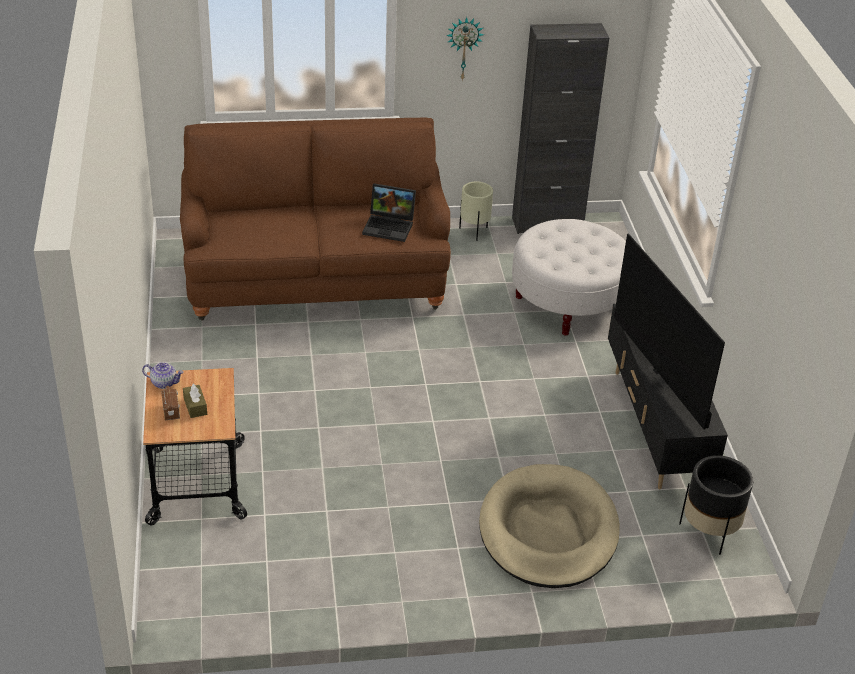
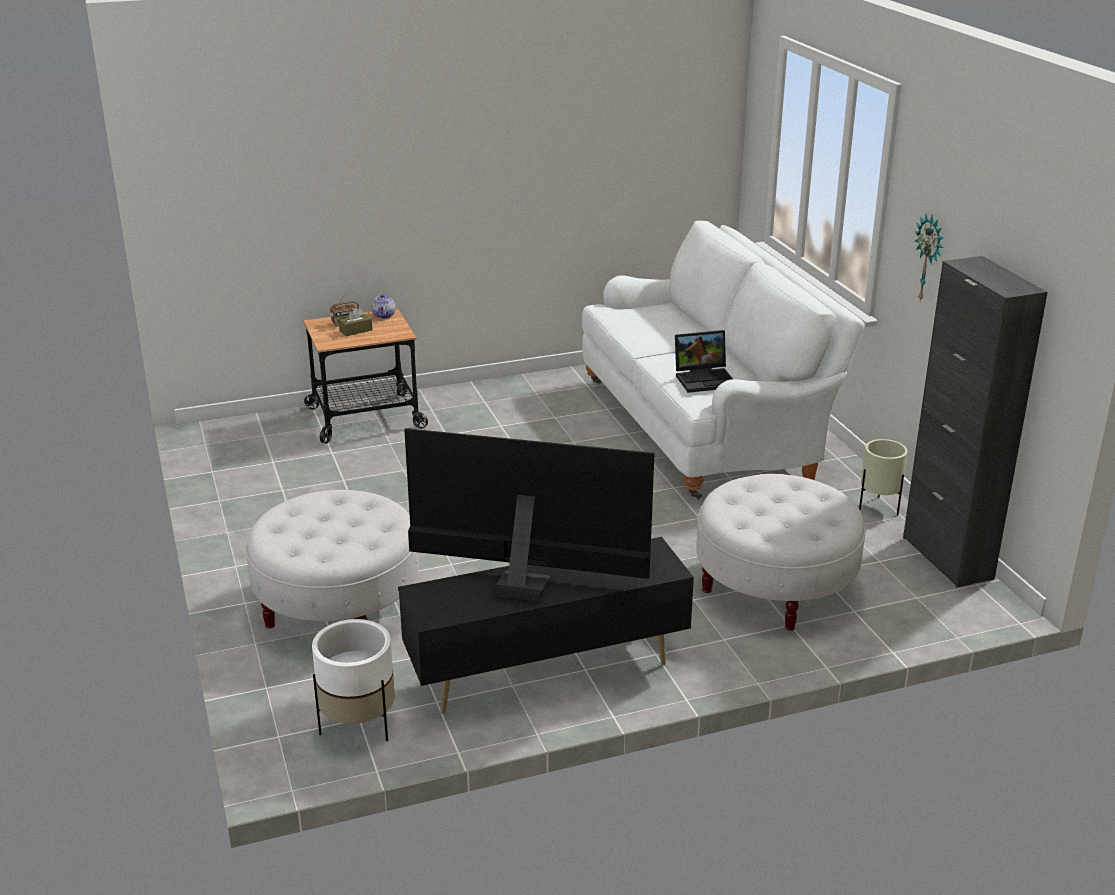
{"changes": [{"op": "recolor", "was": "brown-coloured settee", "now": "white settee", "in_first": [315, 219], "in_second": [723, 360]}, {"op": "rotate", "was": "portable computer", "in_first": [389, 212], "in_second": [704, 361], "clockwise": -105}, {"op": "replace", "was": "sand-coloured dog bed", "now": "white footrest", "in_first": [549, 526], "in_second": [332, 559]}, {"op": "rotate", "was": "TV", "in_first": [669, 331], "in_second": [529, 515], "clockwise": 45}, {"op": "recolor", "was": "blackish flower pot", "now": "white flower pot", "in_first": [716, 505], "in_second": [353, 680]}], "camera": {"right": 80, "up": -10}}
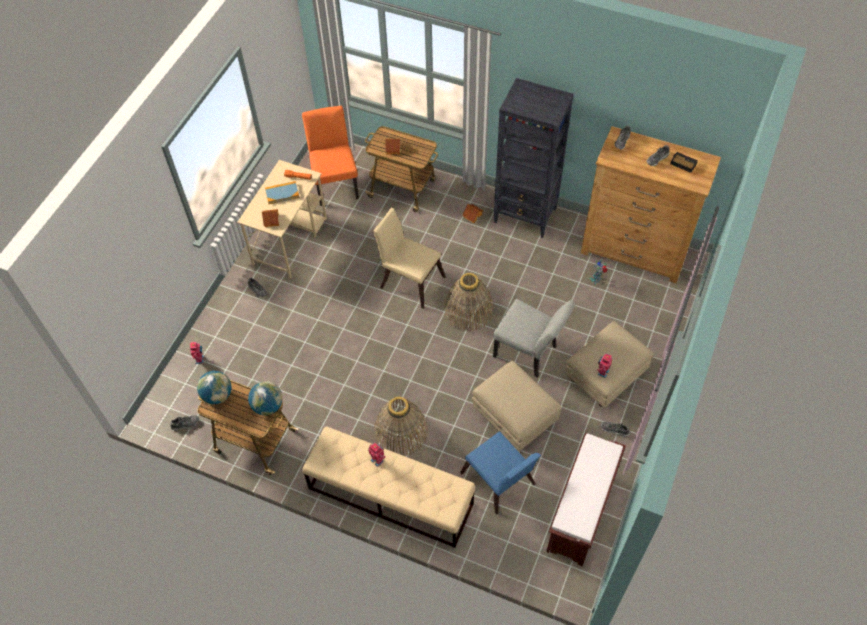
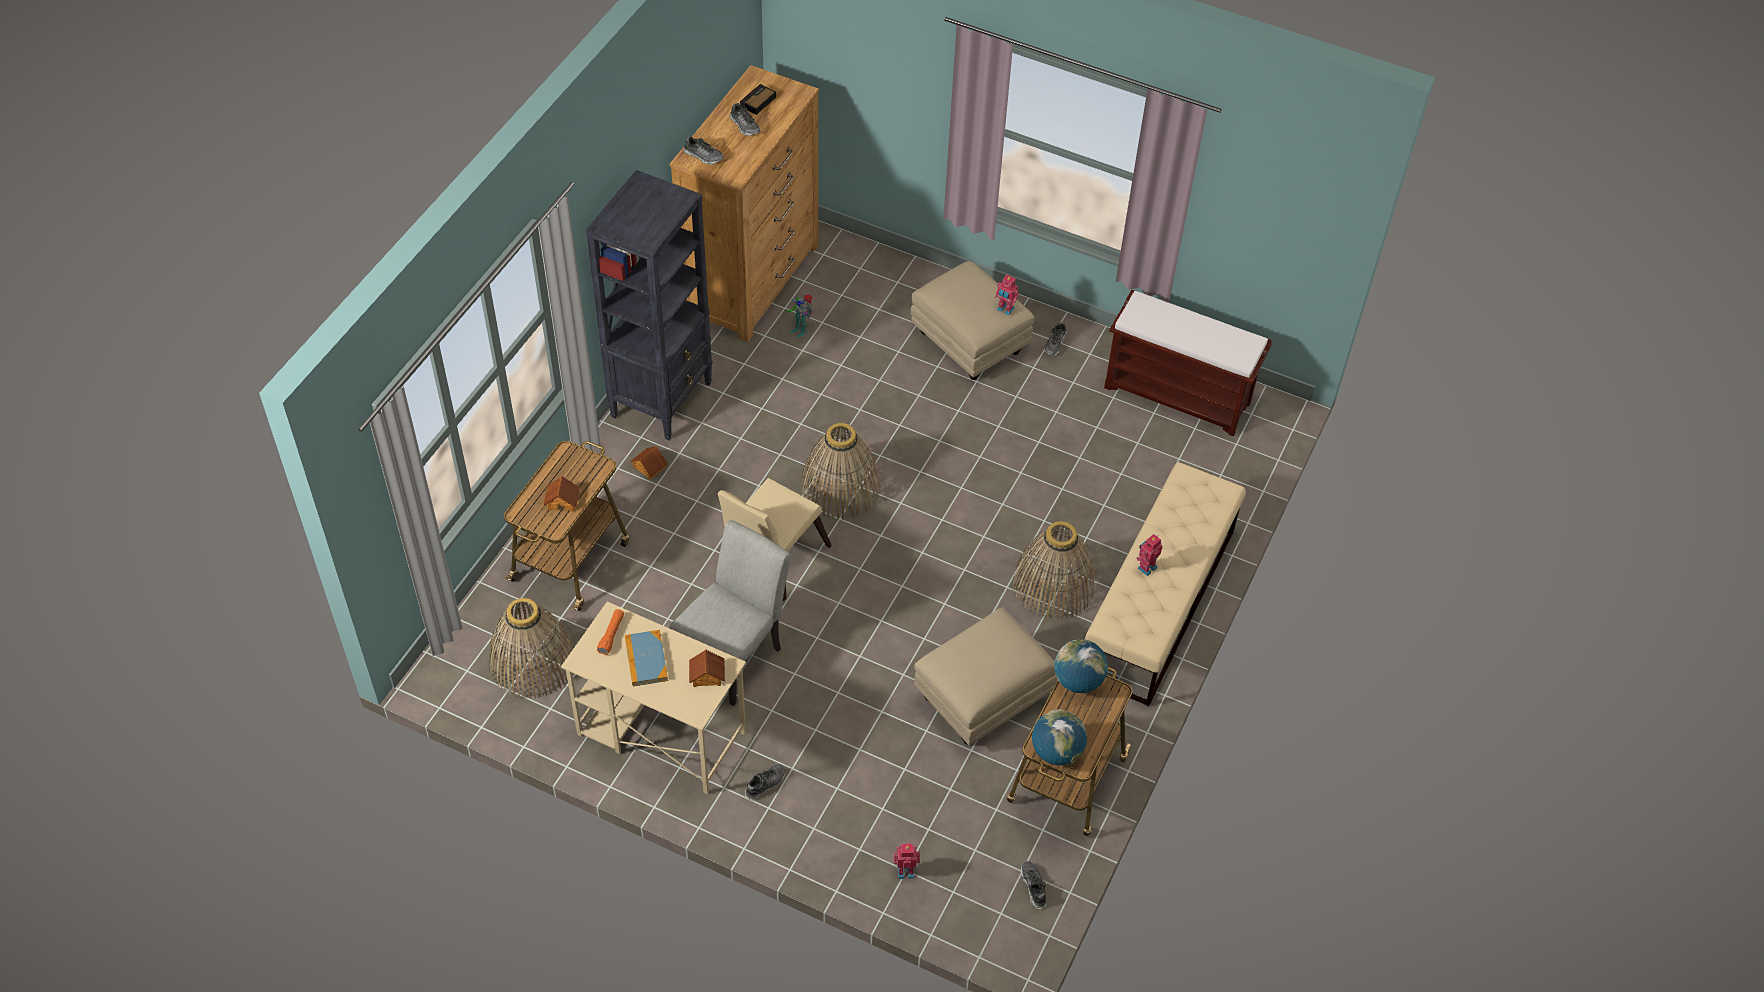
{"changes": [{"op": "replace", "was": "orange plain chair", "now": "storage basket", "in_first": [330, 156], "in_second": [531, 648]}, {"op": "delete", "was": "blue-coloured plain chair", "in_first": [500, 473]}, {"op": "move", "was": "sand-coloured footrest", "in_first": [517, 406], "in_second": [985, 677]}, {"op": "move", "was": "grey plain chair", "in_first": [534, 338], "in_second": [730, 613]}], "camera": {"right": -90, "up": -5}}
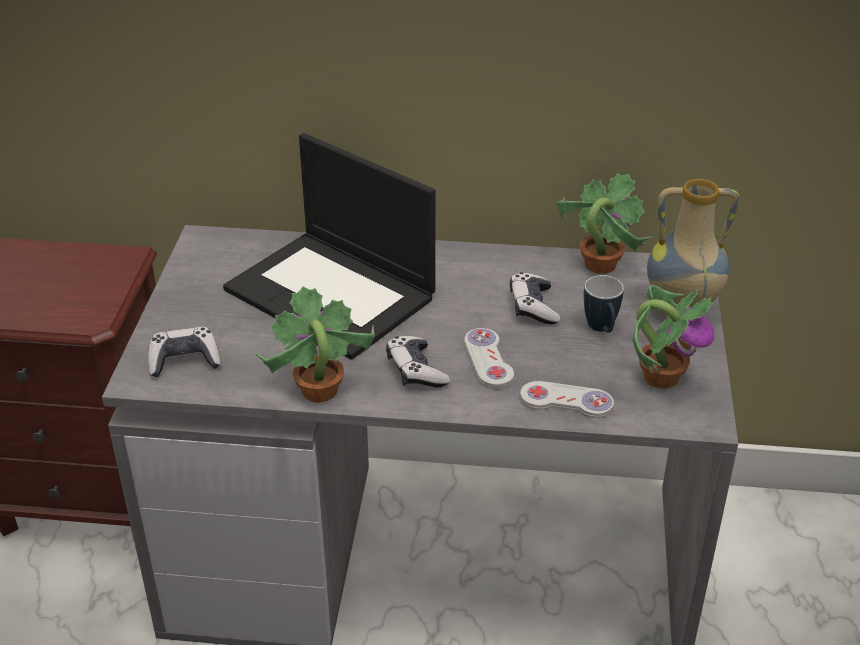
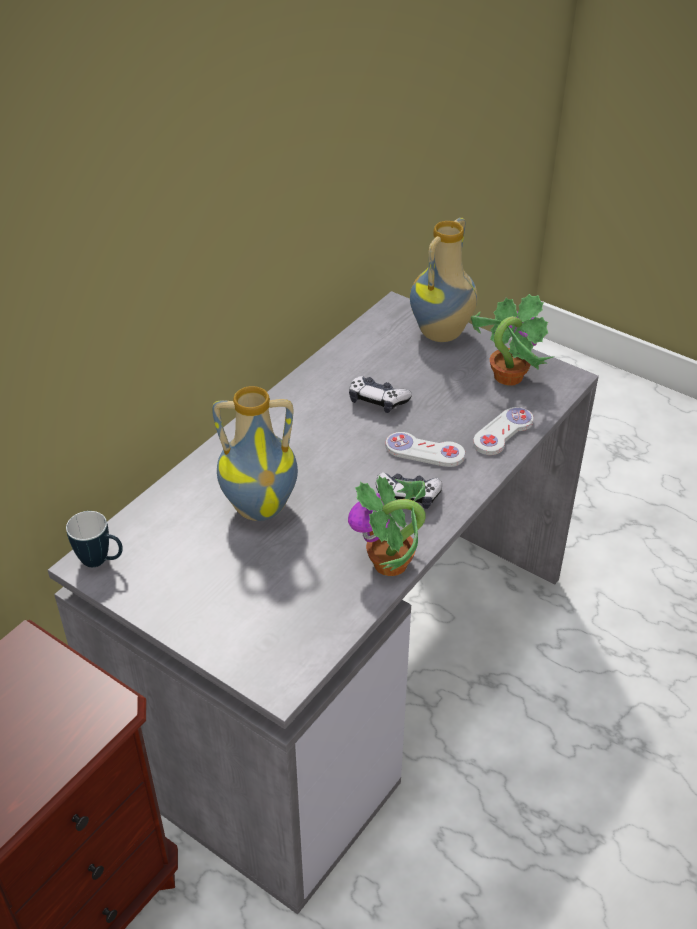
{"changes": [{"op": "delete", "was": "game controller", "in_first": [184, 351]}, {"op": "replace", "was": "portable computer", "now": "flower vase", "in_first": [329, 246], "in_second": [255, 453]}, {"op": "delete", "was": "plant in a pot", "in_first": [604, 224]}, {"op": "move", "was": "mug", "in_first": [604, 304], "in_second": [94, 539]}], "camera": {"right": -60, "up": 5}}
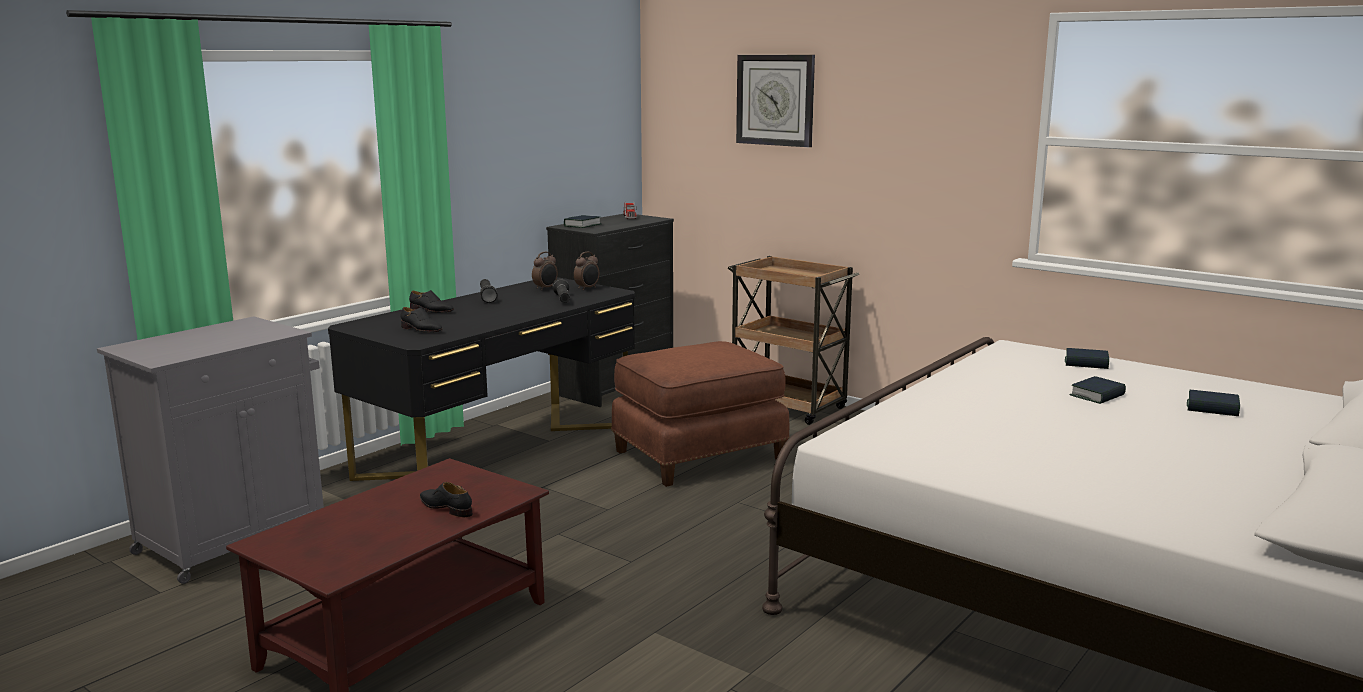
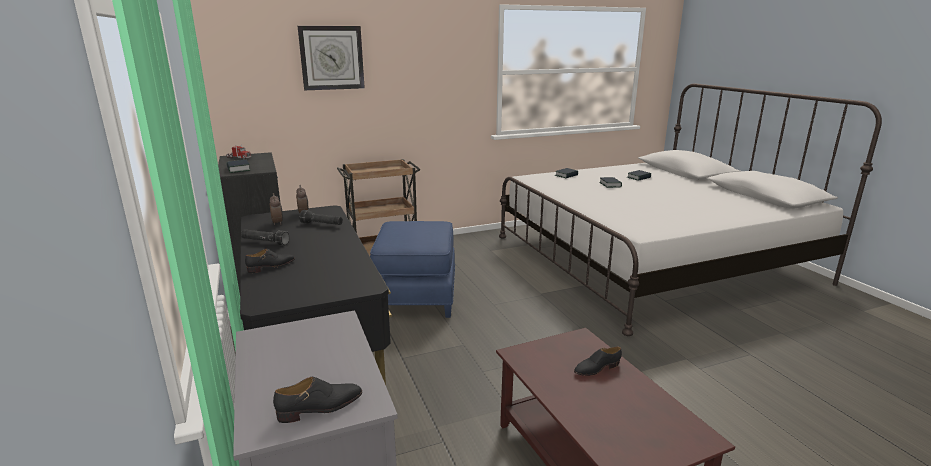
{"changes": [{"op": "move", "was": "blackish item of footwear", "in_first": [421, 319], "in_second": [317, 400]}, {"op": "recolor", "was": "brown-coloured footrest", "now": "blue-coloured footrest", "in_first": [700, 414], "in_second": [412, 269]}], "camera": {"right": -60, "up": 5}}
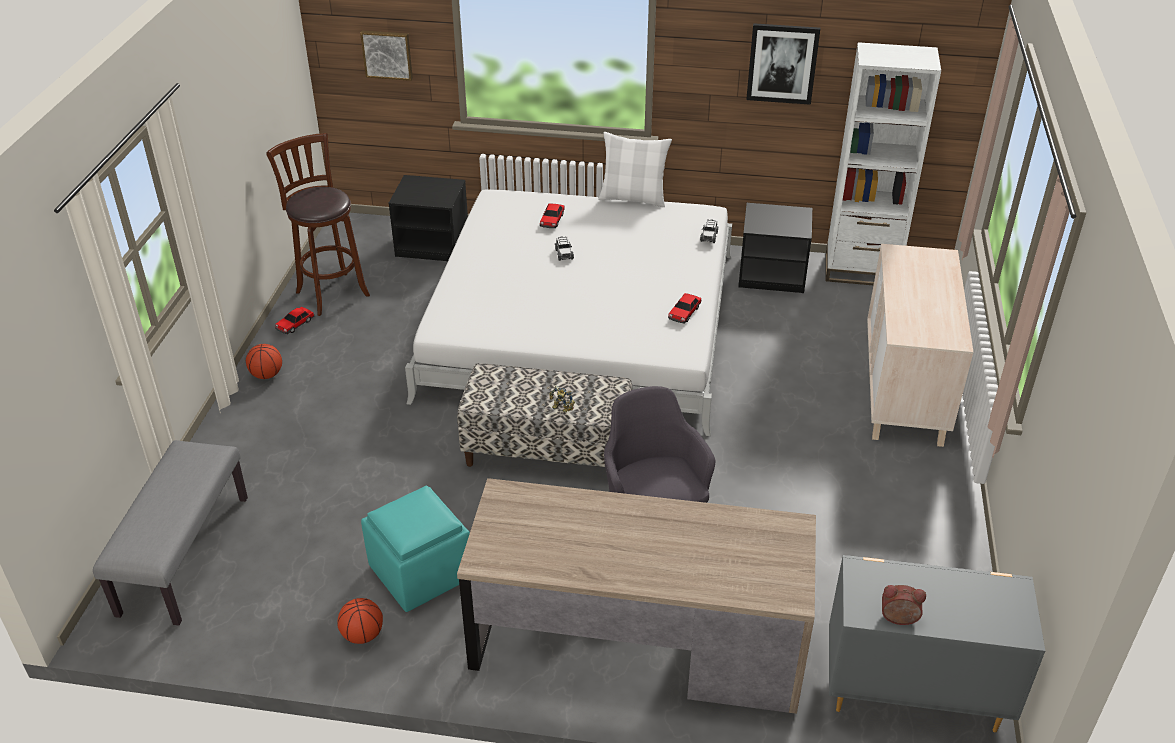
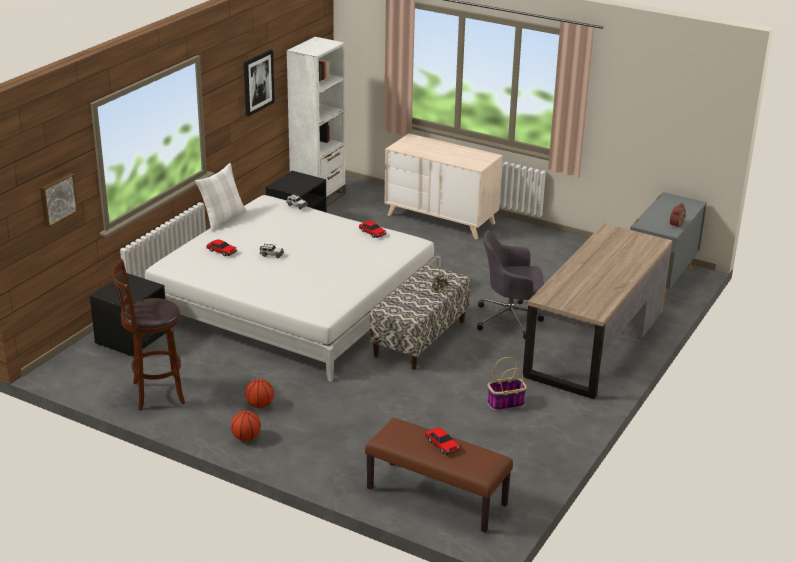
{"changes": [{"op": "recolor", "was": "grey indoor bench", "now": "brown-coloured indoor bench", "in_first": [170, 533], "in_second": [439, 475]}, {"op": "move", "was": "model car", "in_first": [294, 320], "in_second": [442, 441]}, {"op": "move", "was": "basketball", "in_first": [360, 621], "in_second": [259, 393]}, {"op": "replace", "was": "turquoise footrest", "now": "storage basket", "in_first": [415, 549], "in_second": [507, 383]}], "camera": {"right": -70, "up": -10}}
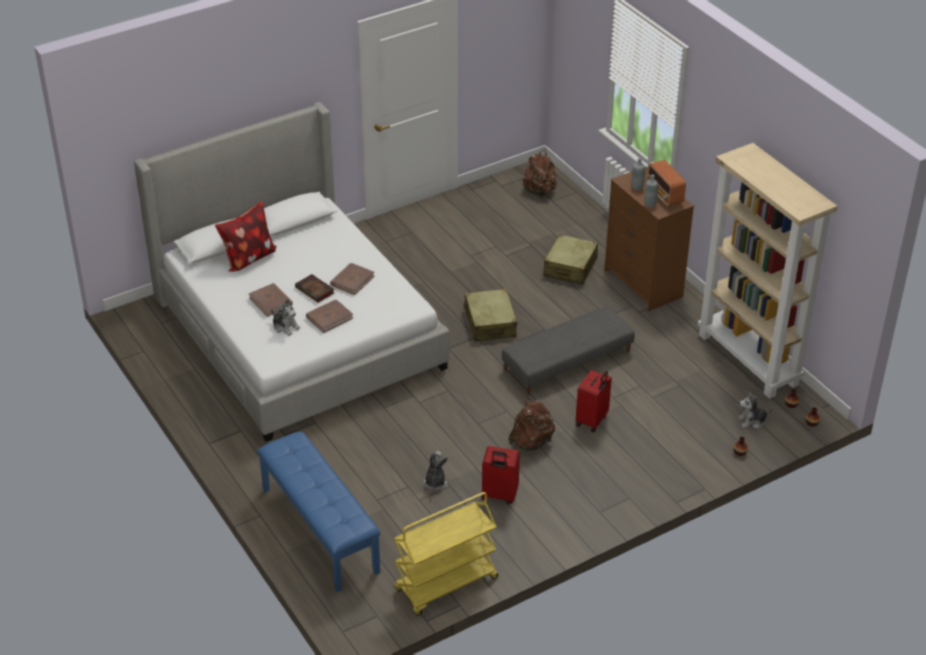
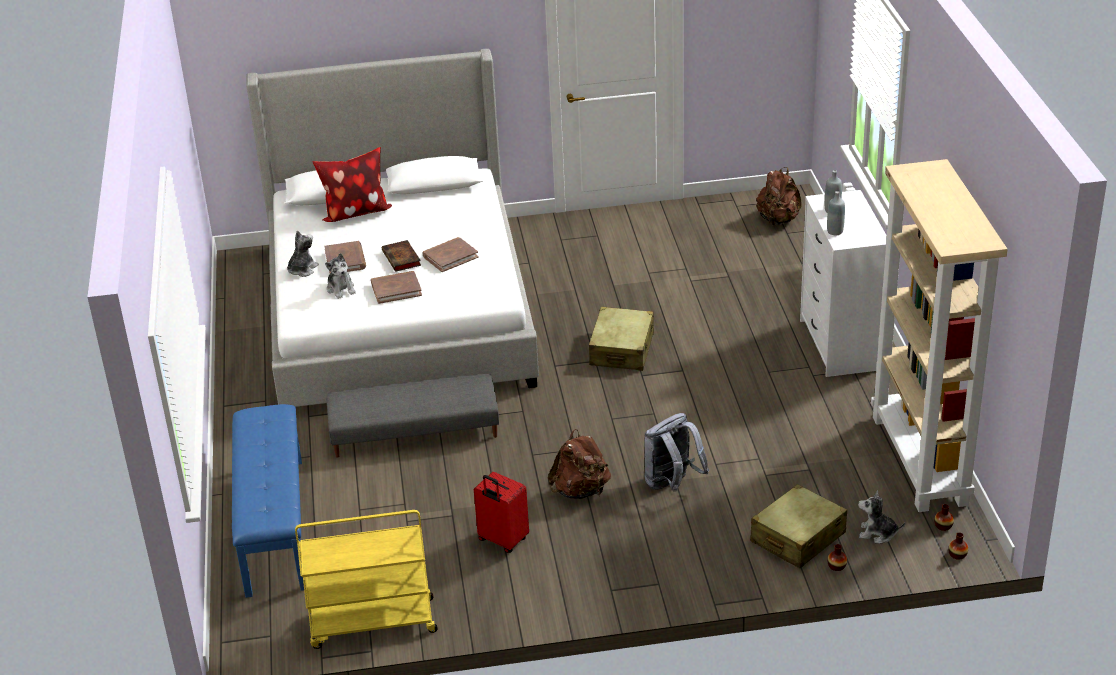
{"changes": [{"op": "move", "was": "plush toy", "in_first": [436, 470], "in_second": [303, 253]}, {"op": "move", "was": "grey footrest", "in_first": [568, 351], "in_second": [412, 415]}, {"op": "move", "was": "sand-coloured travel case", "in_first": [570, 259], "in_second": [798, 526]}, {"op": "replace", "was": "red travel case", "now": "grey rucksack", "in_first": [594, 401], "in_second": [676, 452]}, {"op": "recolor", "was": "brown-coloured dresser", "now": "white dresser", "in_first": [649, 238], "in_second": [843, 283]}, {"op": "delete", "was": "radio receiver", "in_first": [666, 183]}], "camera": {"right": 25, "up": -5}}
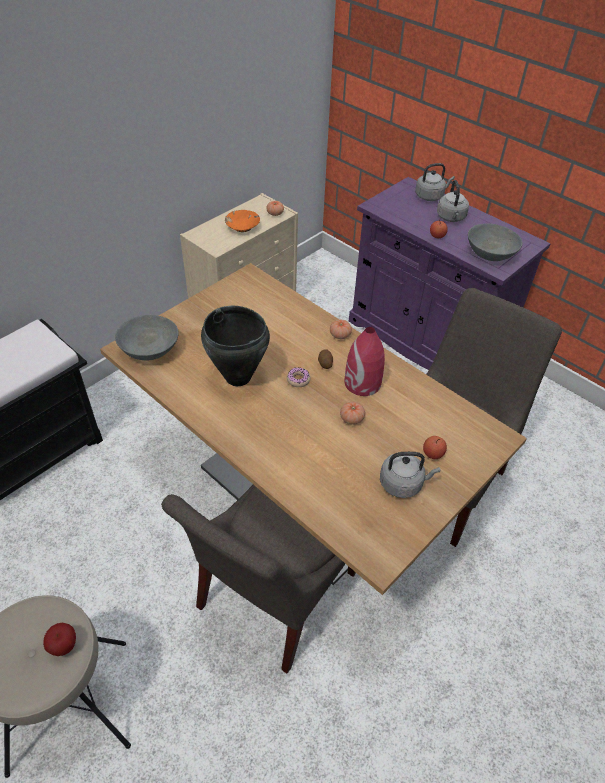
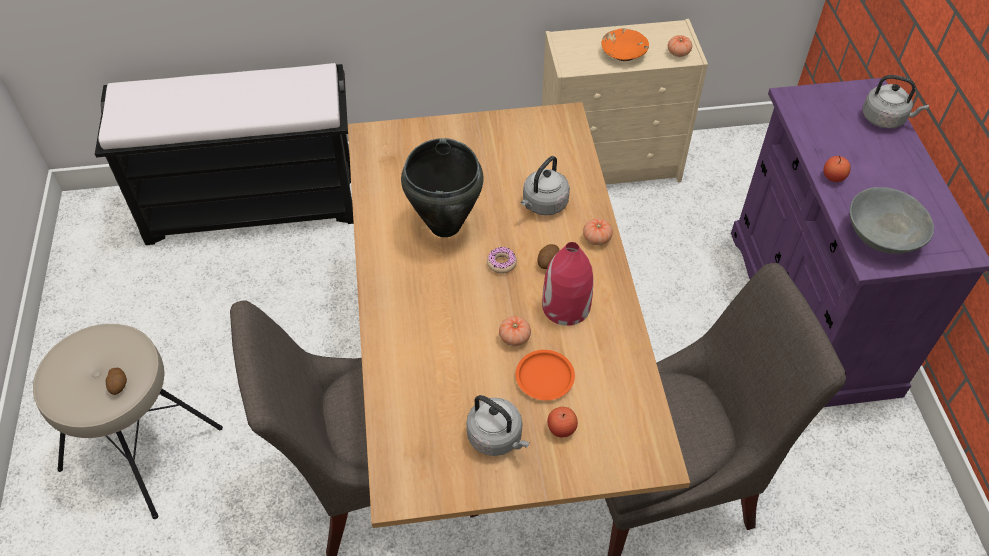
{"changes": [{"op": "replace", "was": "apple", "now": "whole potato", "in_first": [59, 639], "in_second": [116, 381]}, {"op": "delete", "was": "grey serving bowl", "in_first": [147, 337]}, {"op": "move", "was": "grey kettle", "in_first": [453, 201], "in_second": [545, 186]}, {"op": "insert", "now": "orange flat dish", "in_second": [545, 375]}], "camera": {"right": 40, "up": 5}}
